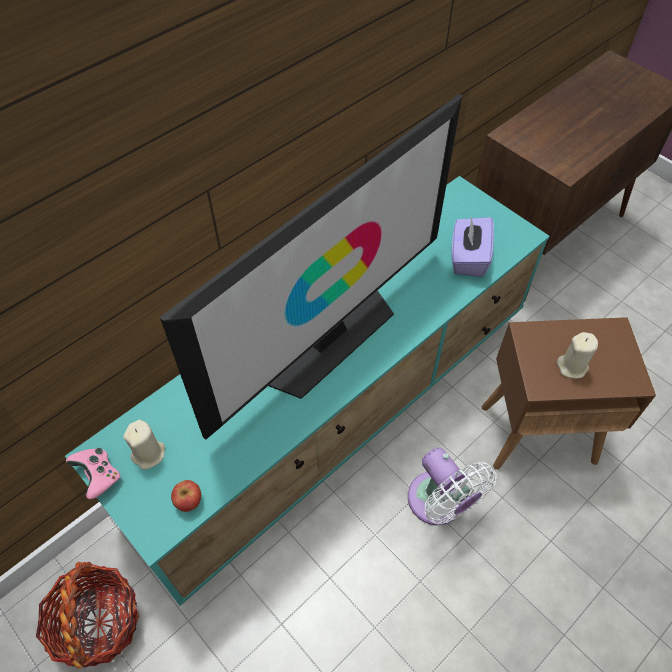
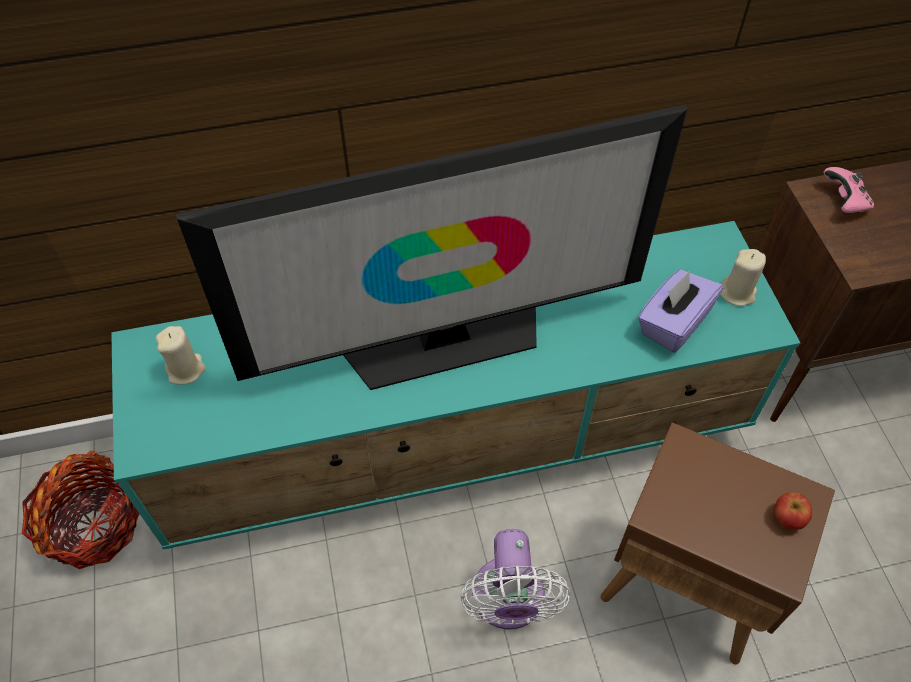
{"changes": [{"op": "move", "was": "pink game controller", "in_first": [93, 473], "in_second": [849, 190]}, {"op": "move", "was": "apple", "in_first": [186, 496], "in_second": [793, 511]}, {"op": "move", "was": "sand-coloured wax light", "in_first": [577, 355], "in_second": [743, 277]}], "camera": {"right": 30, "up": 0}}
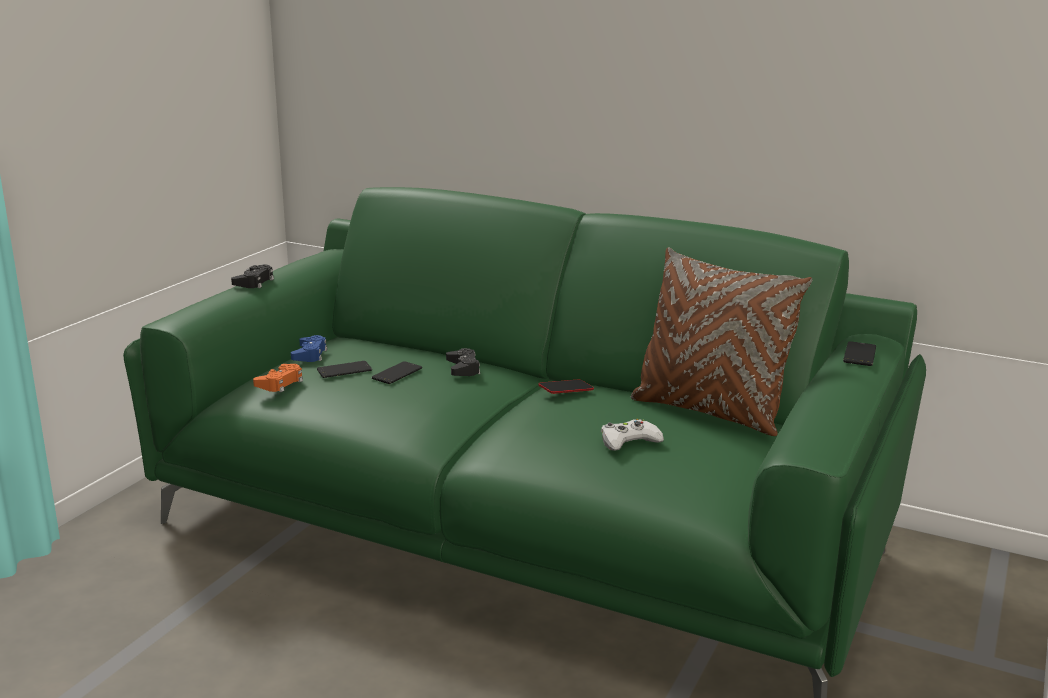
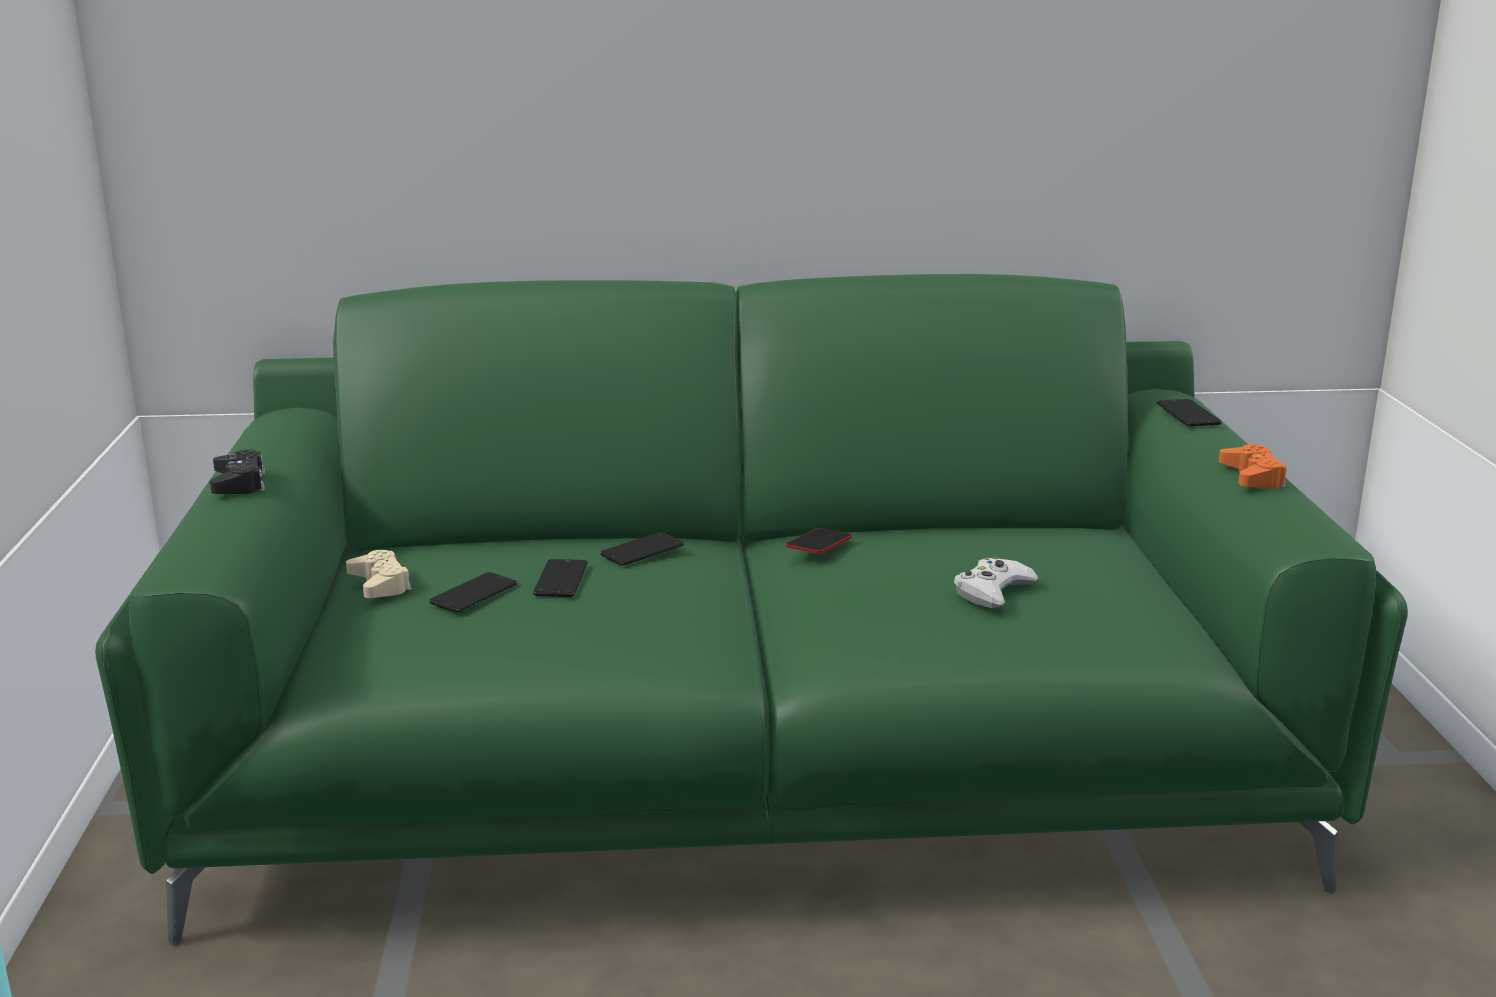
{"changes": [{"op": "move", "was": "orange game controller", "in_first": [278, 378], "in_second": [1253, 466]}, {"op": "recolor", "was": "blue-coloured game controller", "now": "sand-coloured game controller", "in_first": [309, 348], "in_second": [379, 574]}, {"op": "replace", "was": "blackish game controller", "now": "handset", "in_first": [463, 362], "in_second": [642, 549]}, {"op": "delete", "was": "brown-coloured pillow", "in_first": [721, 341]}], "camera": {"right": -30, "up": 0}}
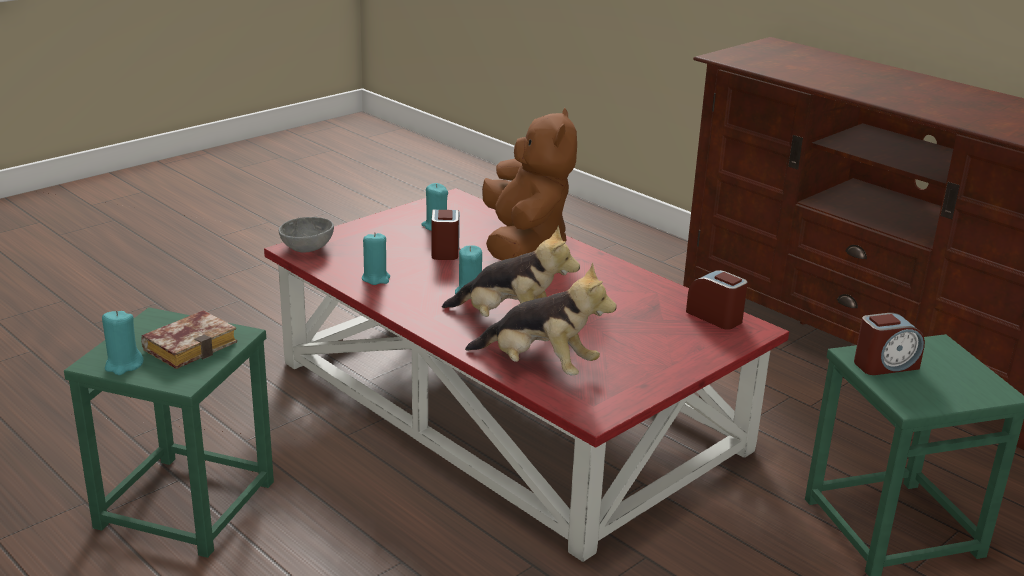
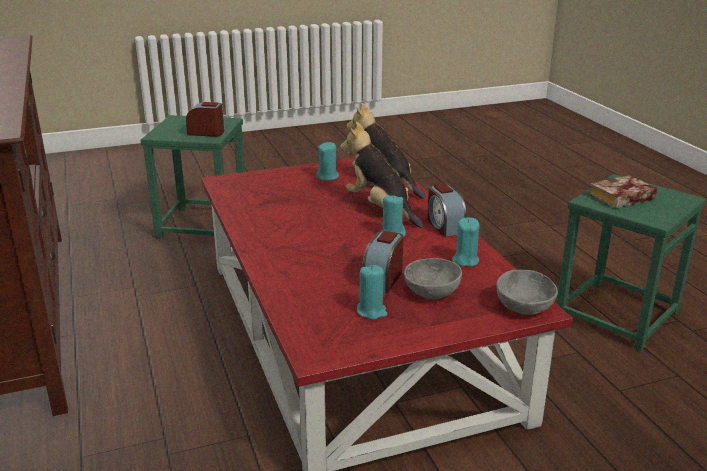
{"changes": [{"op": "move", "was": "turquoise wax light", "in_first": [123, 342], "in_second": [327, 161]}, {"op": "delete", "was": "brown-coloured plush toy", "in_first": [529, 183]}, {"op": "move", "was": "table clock", "in_first": [717, 300], "in_second": [446, 210]}, {"op": "insert", "now": "grey serving bowl", "in_second": [433, 278]}], "camera": {"right": -155, "up": 0}}
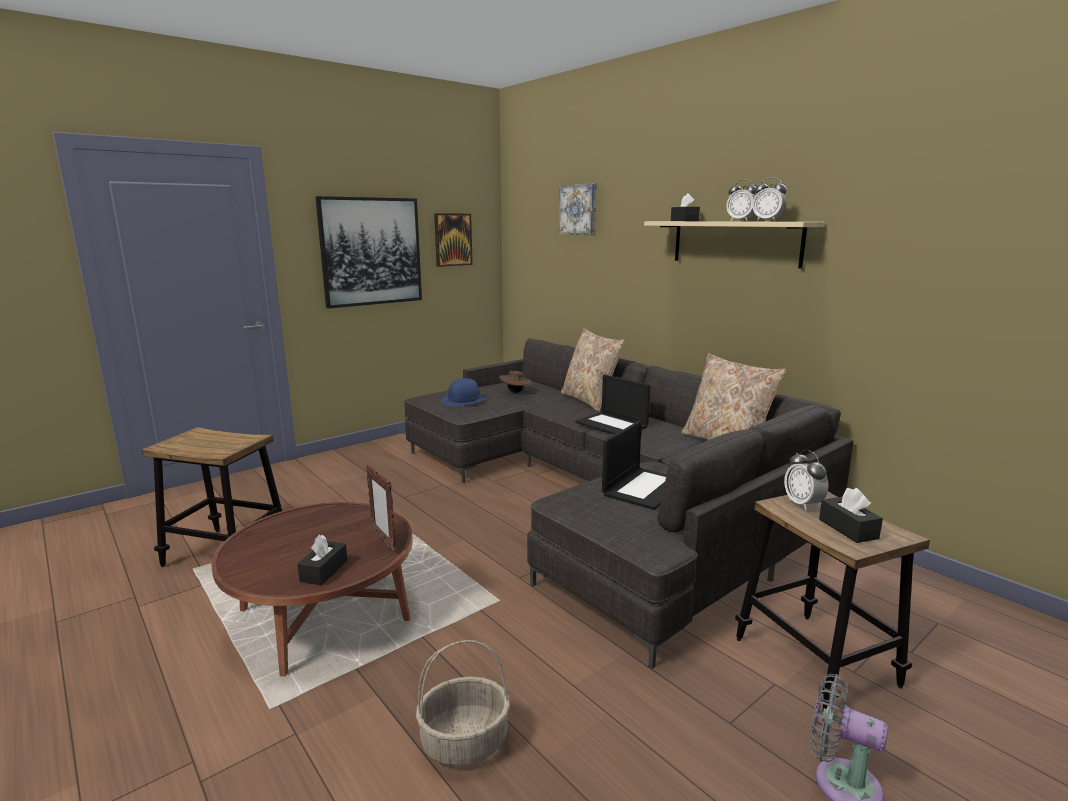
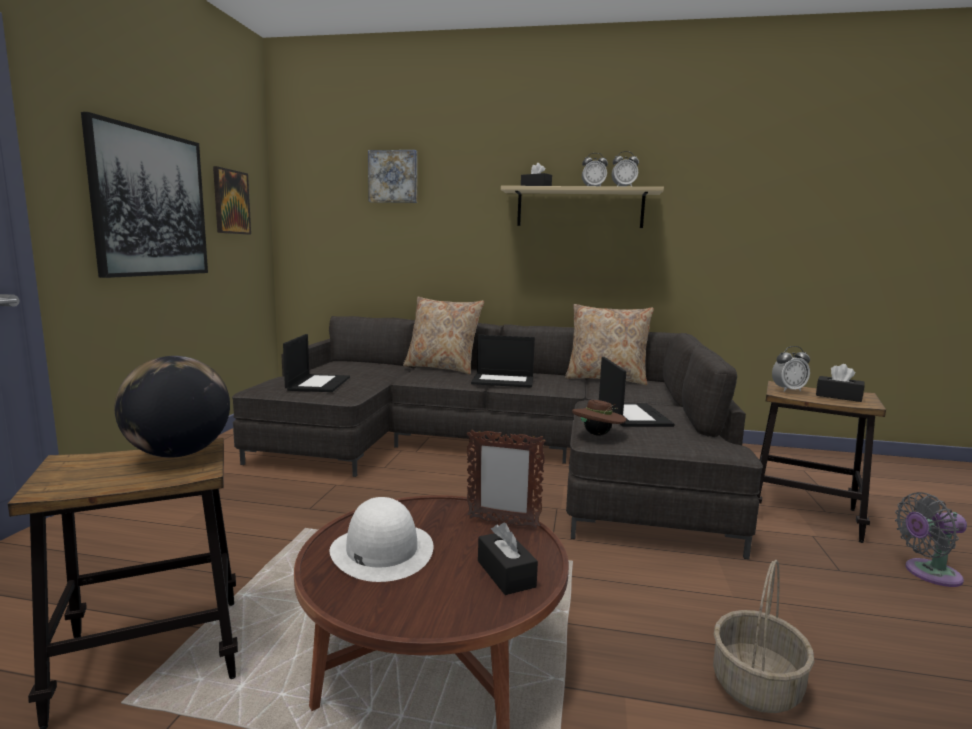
{"changes": [{"op": "replace", "was": "blue-coloured hat", "now": "portable computer", "in_first": [464, 392], "in_second": [316, 363]}, {"op": "move", "was": "brown-coloured hat", "in_first": [515, 382], "in_second": [599, 418]}, {"op": "rotate", "was": "table clock", "in_first": [806, 480], "in_second": [791, 369], "clockwise": -45}, {"op": "insert", "now": "globe", "in_second": [172, 407]}, {"op": "insert", "now": "white hat", "in_second": [381, 539]}], "camera": {"right": -40, "up": -5}}
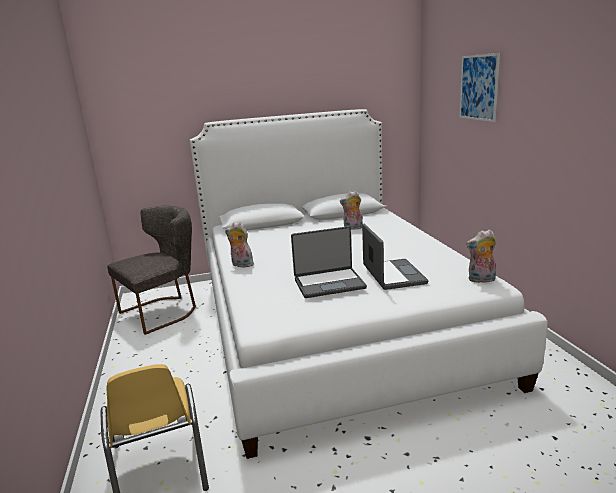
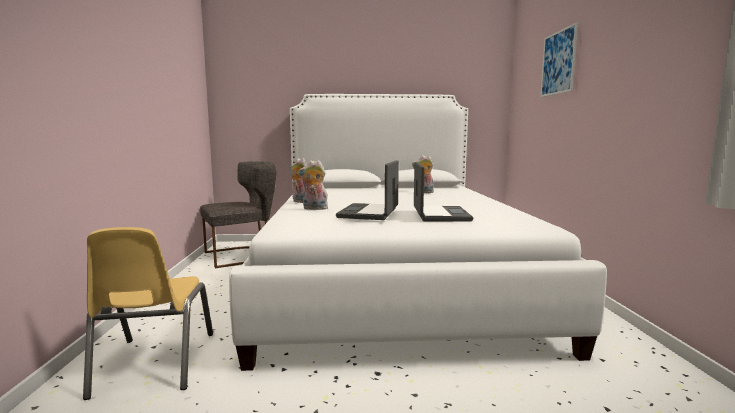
{"changes": [{"op": "rotate", "was": "portable computer", "in_first": [329, 262], "in_second": [367, 190], "clockwise": 105}, {"op": "move", "was": "plush toy", "in_first": [481, 256], "in_second": [313, 185]}], "camera": {"right": 10, "up": -10}}
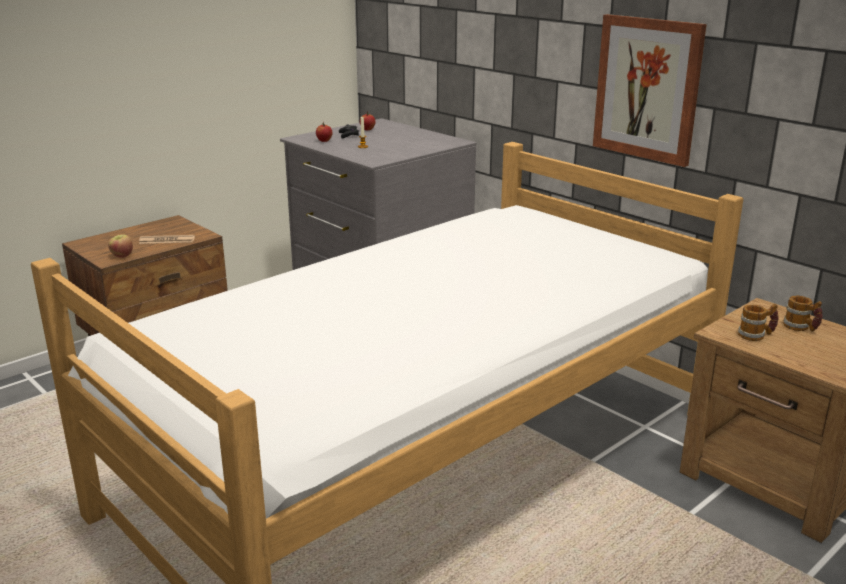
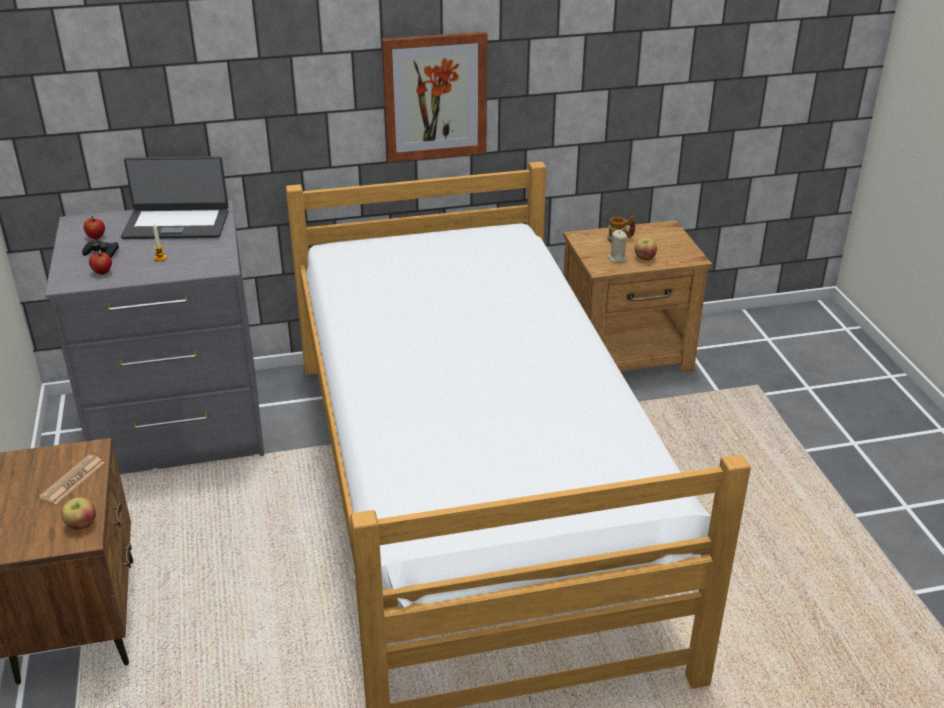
{"changes": [{"op": "replace", "was": "mug", "now": "sand-coloured wax light", "in_first": [758, 322], "in_second": [617, 246]}, {"op": "insert", "now": "portable computer", "in_second": [175, 197]}, {"op": "insert", "now": "apple", "in_second": [645, 249]}], "camera": {"right": -60, "up": 10}}
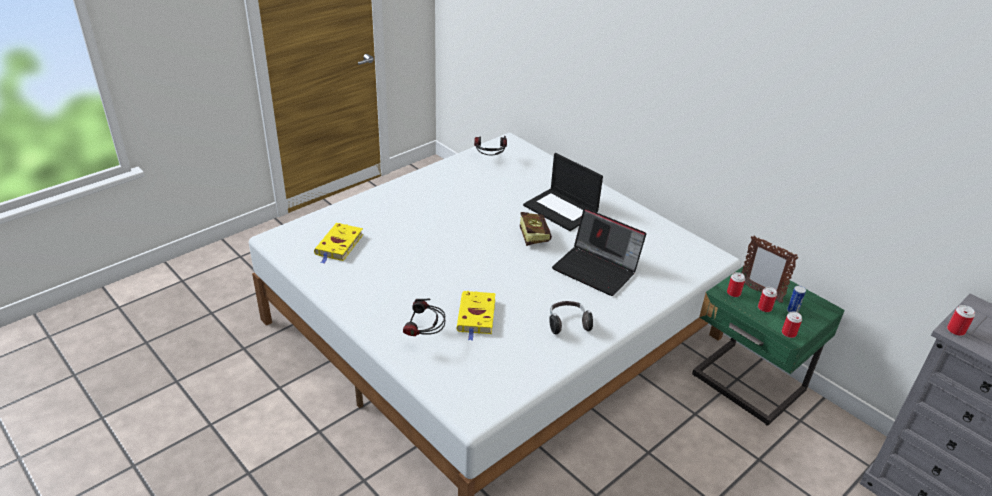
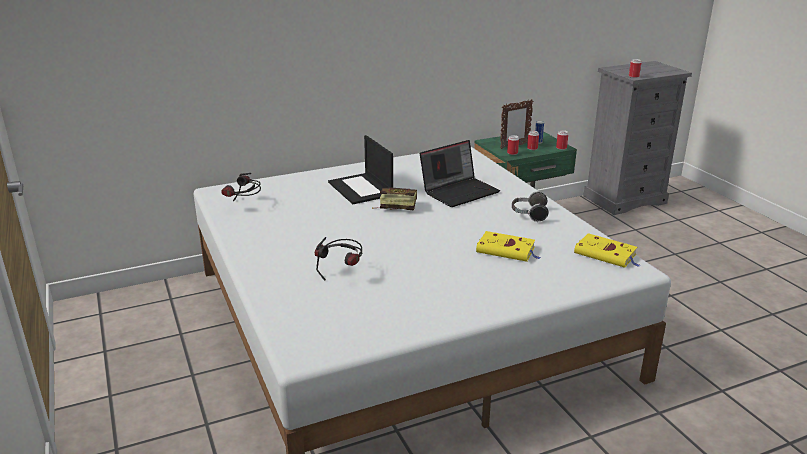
{"changes": [{"op": "move", "was": "yellow-coloured volume", "in_first": [338, 243], "in_second": [606, 250]}, {"op": "move", "was": "headset", "in_first": [424, 317], "in_second": [338, 258]}, {"op": "rotate", "was": "portable computer", "in_first": [563, 192], "in_second": [360, 169], "clockwise": 90}], "camera": {"right": -70, "up": -10}}
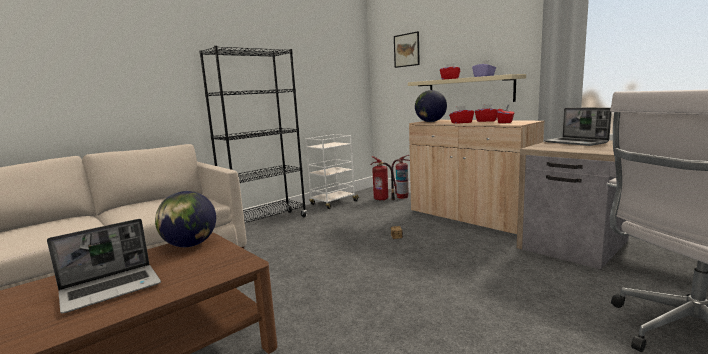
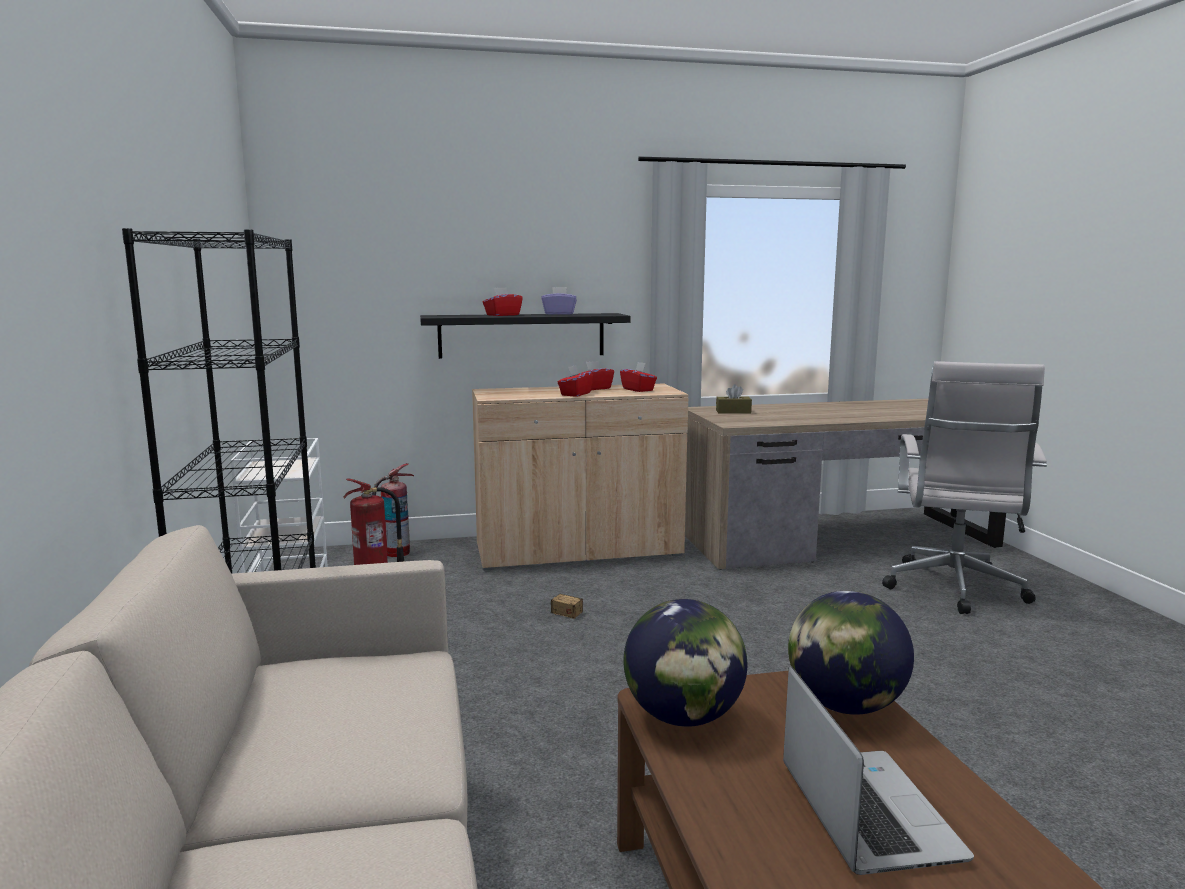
{"changes": [{"op": "delete", "was": "picture", "in_first": [407, 49]}, {"op": "recolor", "was": "sand-coloured bracket shelf", "now": "blackish bracket shelf", "in_first": [467, 88], "in_second": [525, 336]}, {"op": "move", "was": "globe", "in_first": [431, 106], "in_second": [851, 653]}, {"op": "replace", "was": "portable computer", "now": "brown-coloured tissue box", "in_first": [578, 127], "in_second": [734, 399]}], "camera": {"right": -60, "up": 0}}
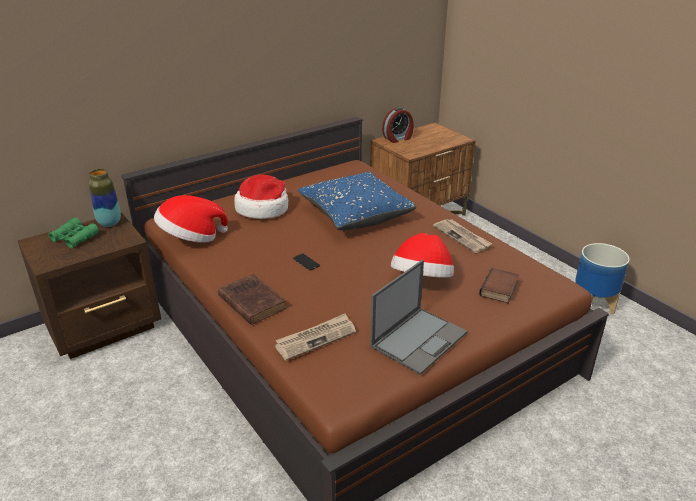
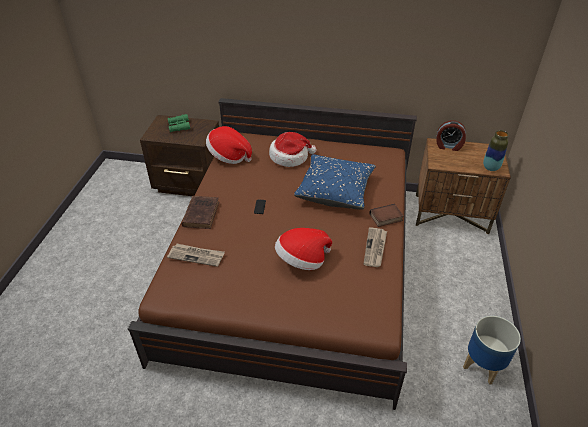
{"changes": [{"op": "move", "was": "flower vase", "in_first": [105, 198], "in_second": [496, 150]}, {"op": "delete", "was": "portable computer", "in_first": [418, 317]}, {"op": "move", "was": "volume", "in_first": [499, 286], "in_second": [386, 215]}], "camera": {"right": 45, "up": 10}}
